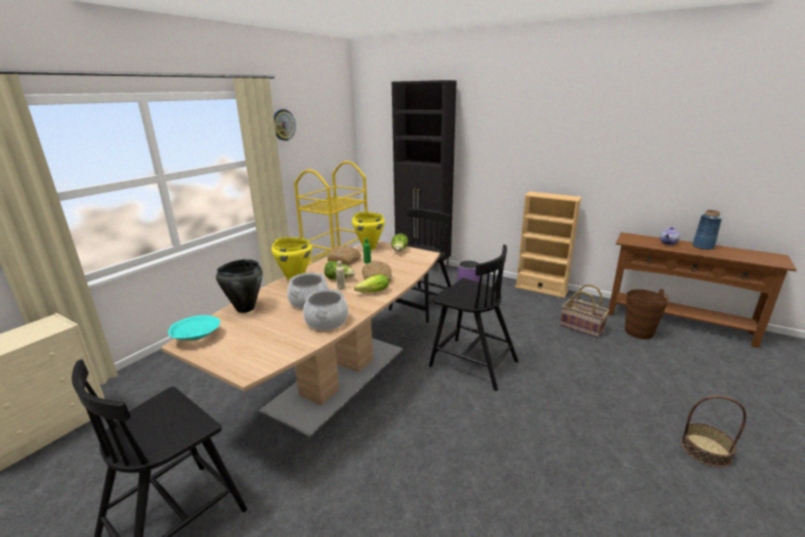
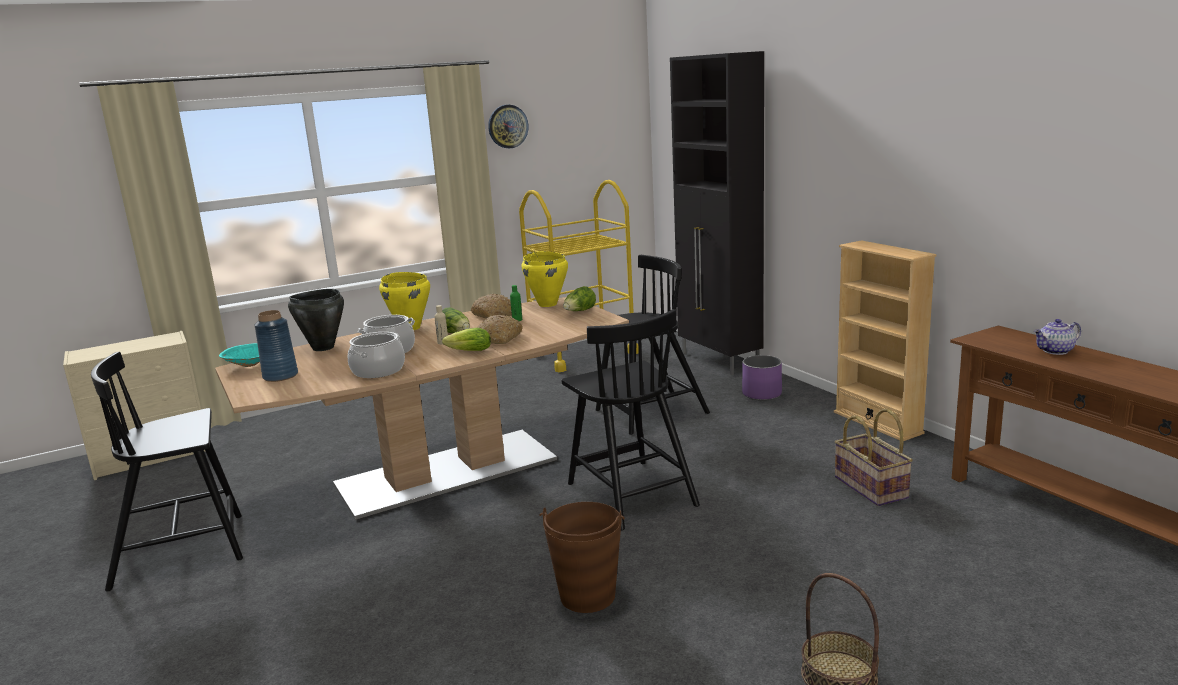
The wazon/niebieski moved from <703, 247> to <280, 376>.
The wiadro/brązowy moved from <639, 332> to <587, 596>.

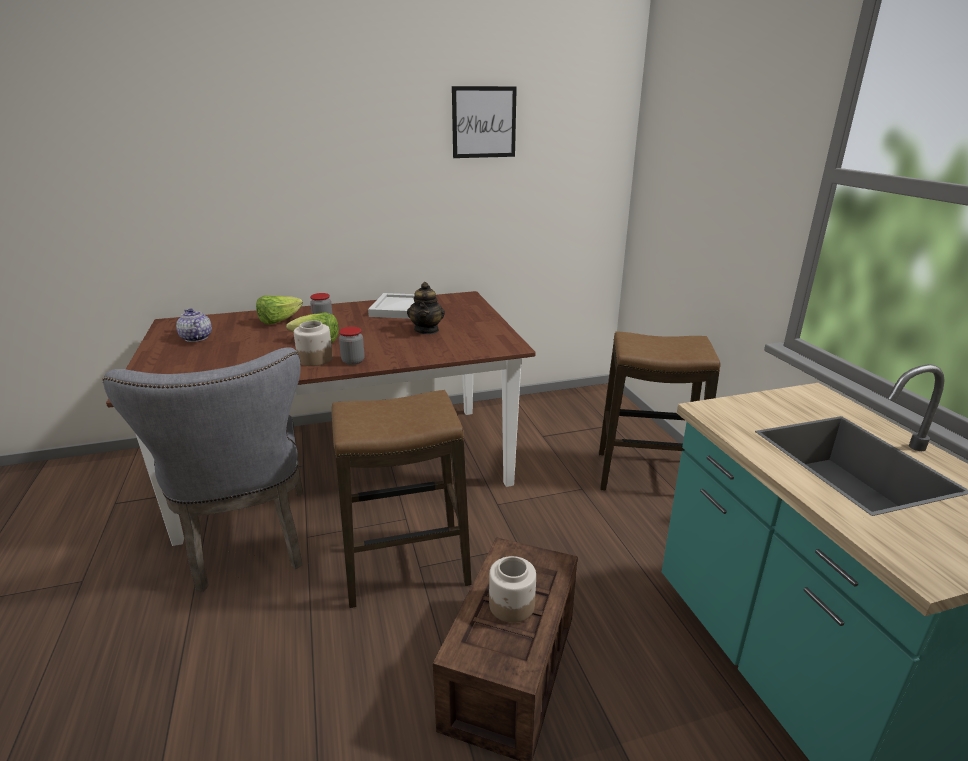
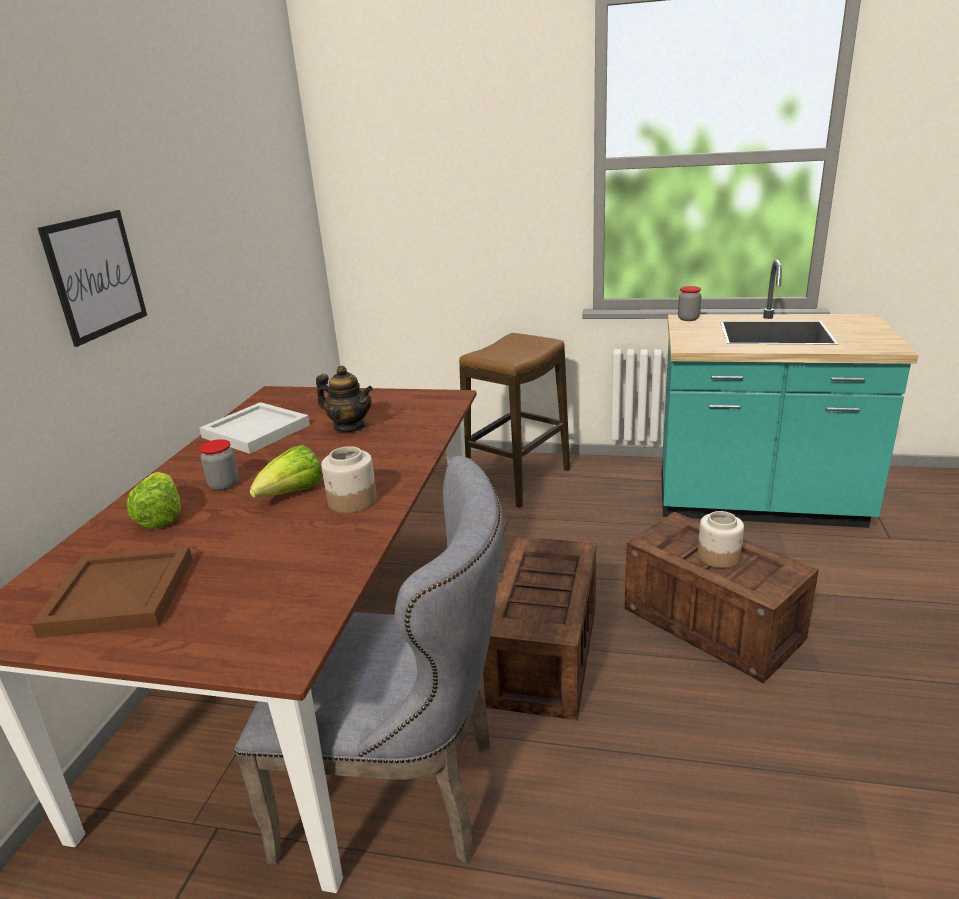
The imbryk at <196, 338> was replaced by the taca/brązowy at <121, 596>.
The obraz moved from <484, 122> to <96, 276>.
The stołek at <405, 567> was replaced by the skrzynka at <545, 656>.
The słoik moved from <353, 361> to <688, 319>.

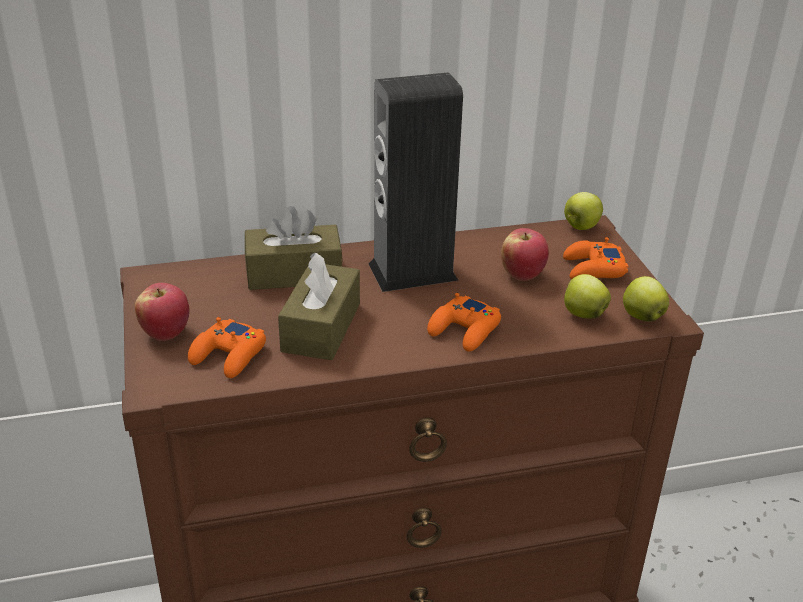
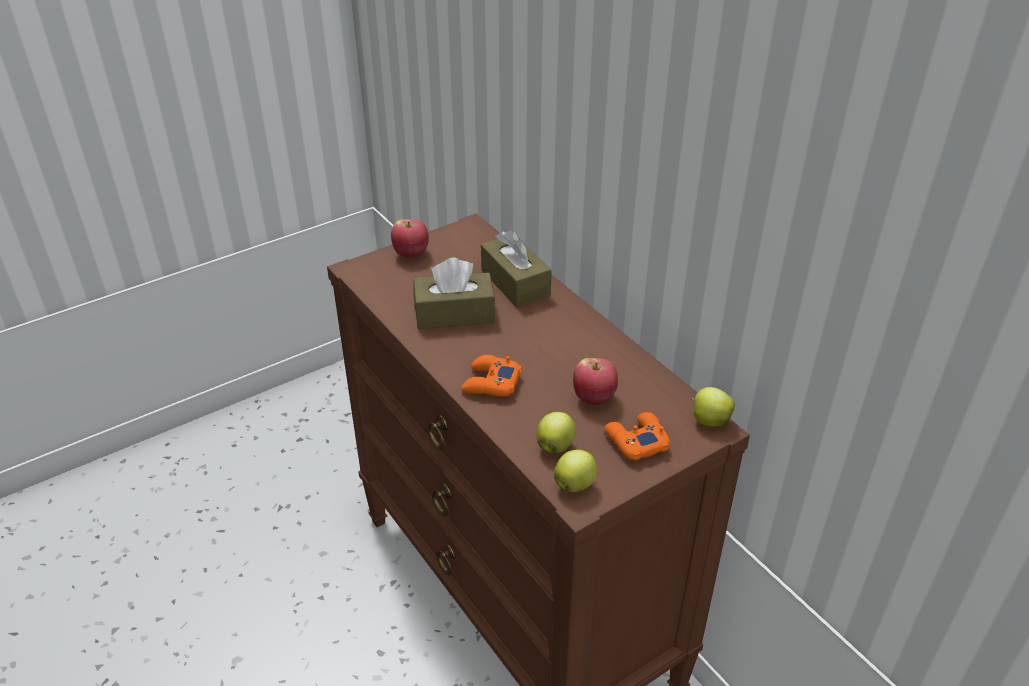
The pad do gier/pomarańczowy at <228, 356> disappeared.
The głośnik at <413, 272> disappeared.

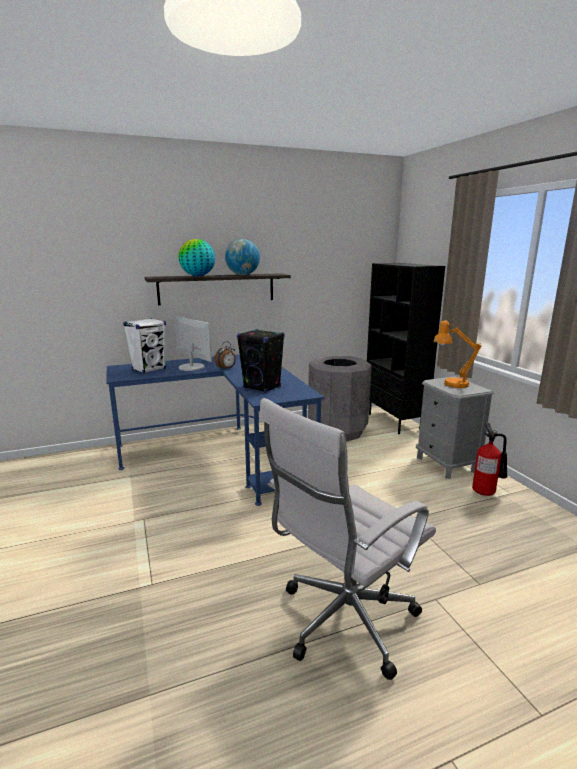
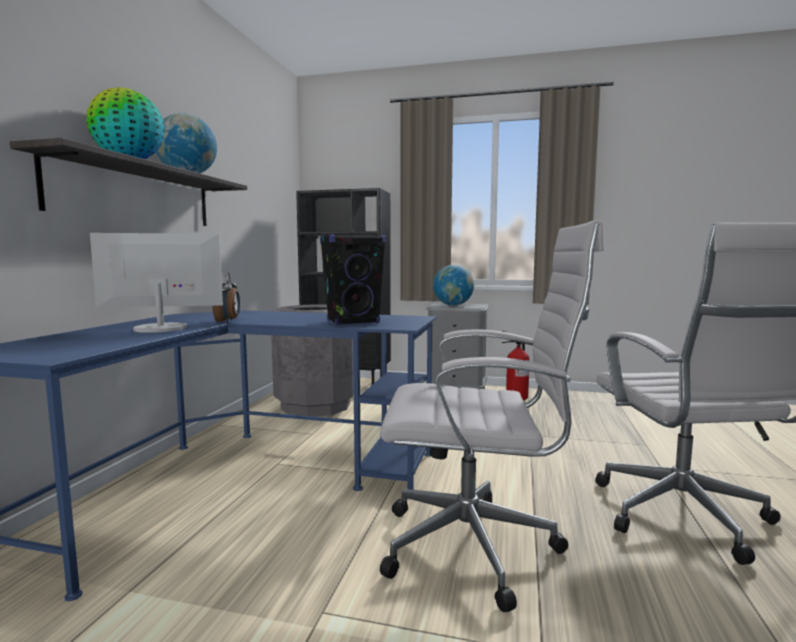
The krzesło biurowe/biały at <478, 547> appeared.
The lampa stołowa/pomarańczowy at <450, 384> was replaced by the globus at <453, 305>.
The głośnik/biały at <149, 369> disappeared.

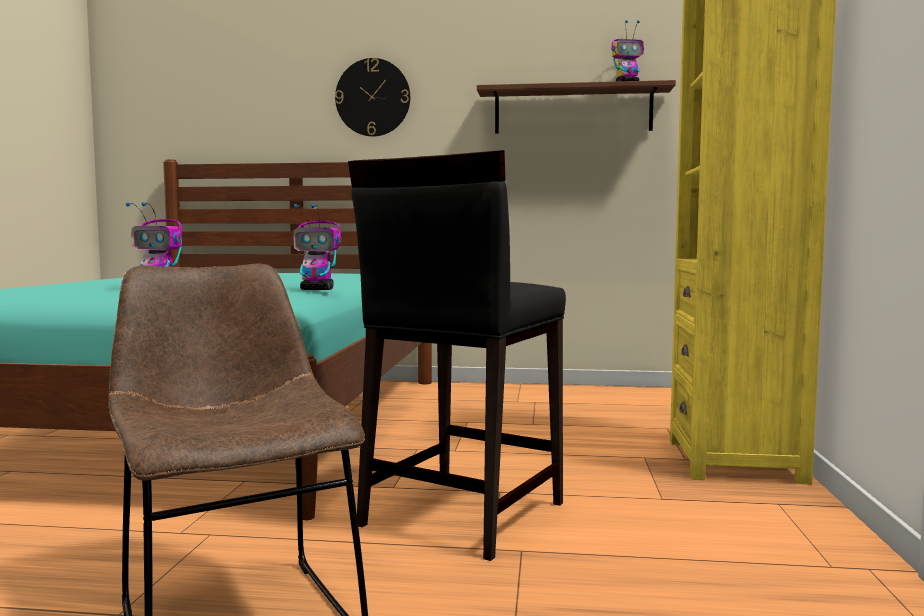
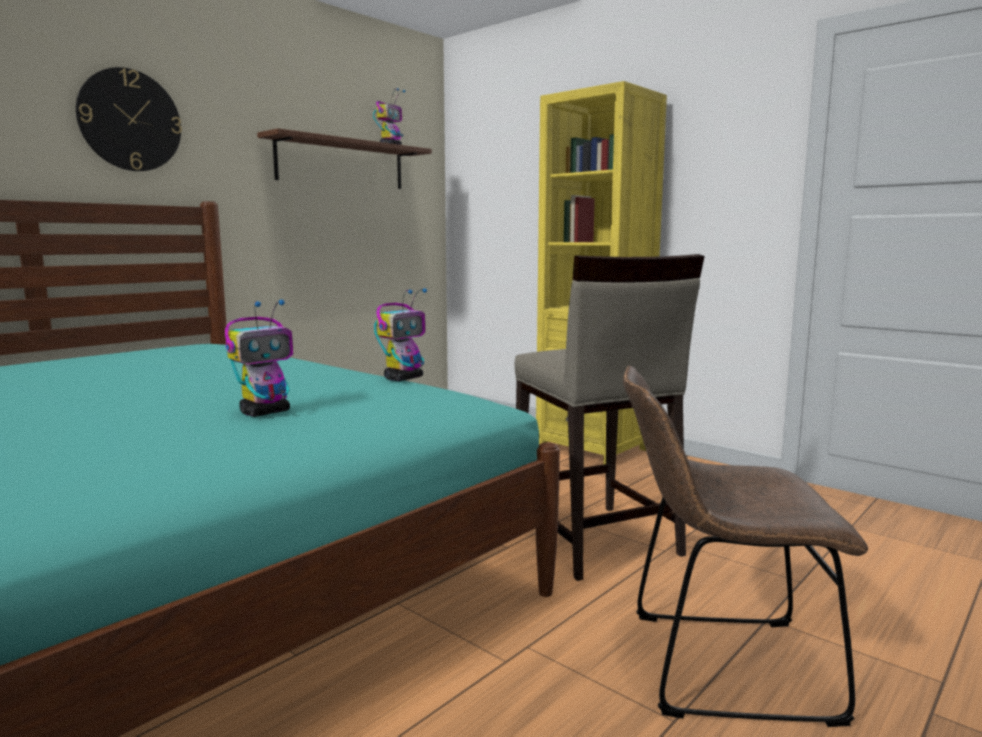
The stołek/czarny at <460, 514> became the stołek/beżowy at <595, 541>.

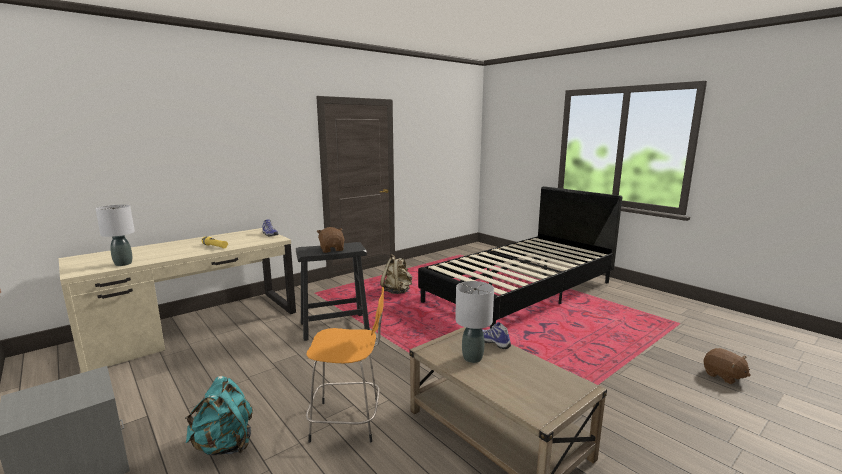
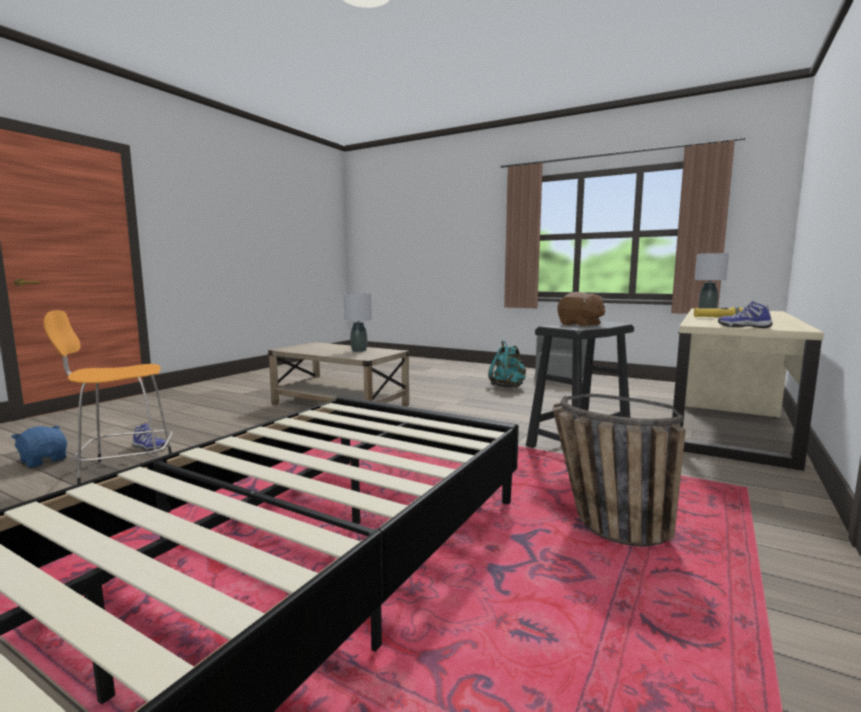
The pluszak/brązowy at <723, 376> became the pluszak/niebieski at <44, 460>.
The stołek/pomarańczowy moved from <348, 421> to <124, 469>.
The but moved from <492, 342> to <149, 448>.
The plecak/beżowy at <397, 291> was replaced by the koszyk at <601, 524>.

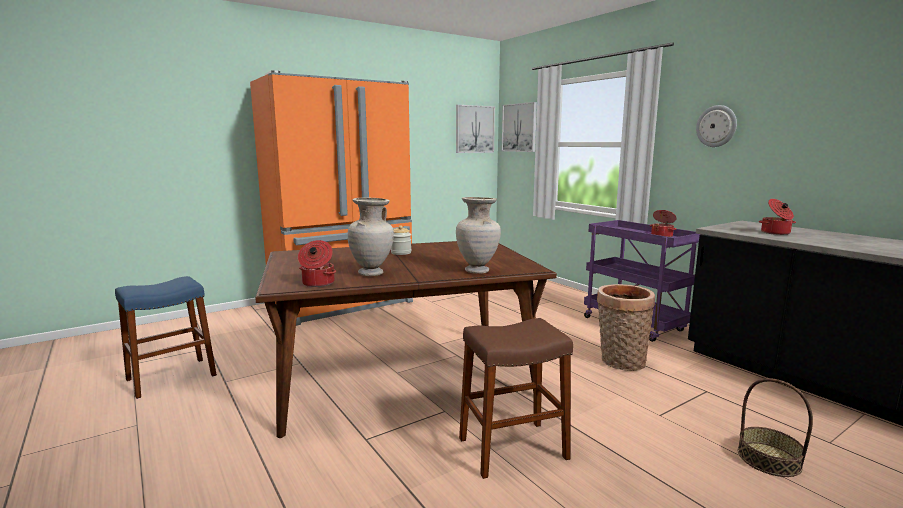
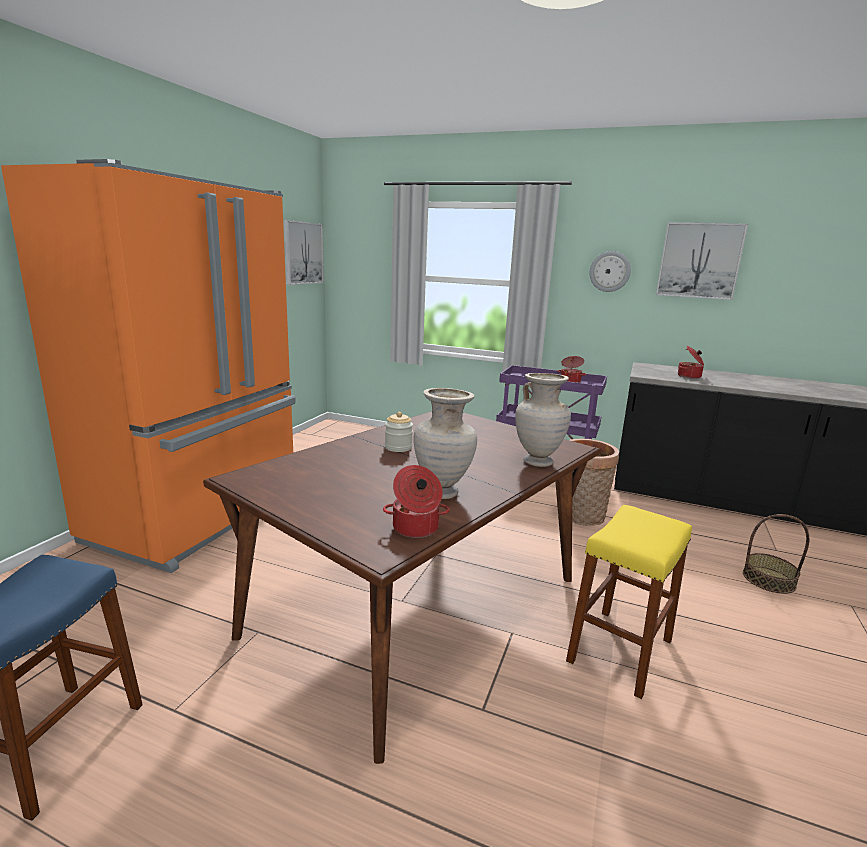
The stołek/brązowy at <512, 448> became the stołek/żółty at <620, 650>.
The obraz moved from <519, 127> to <699, 261>.

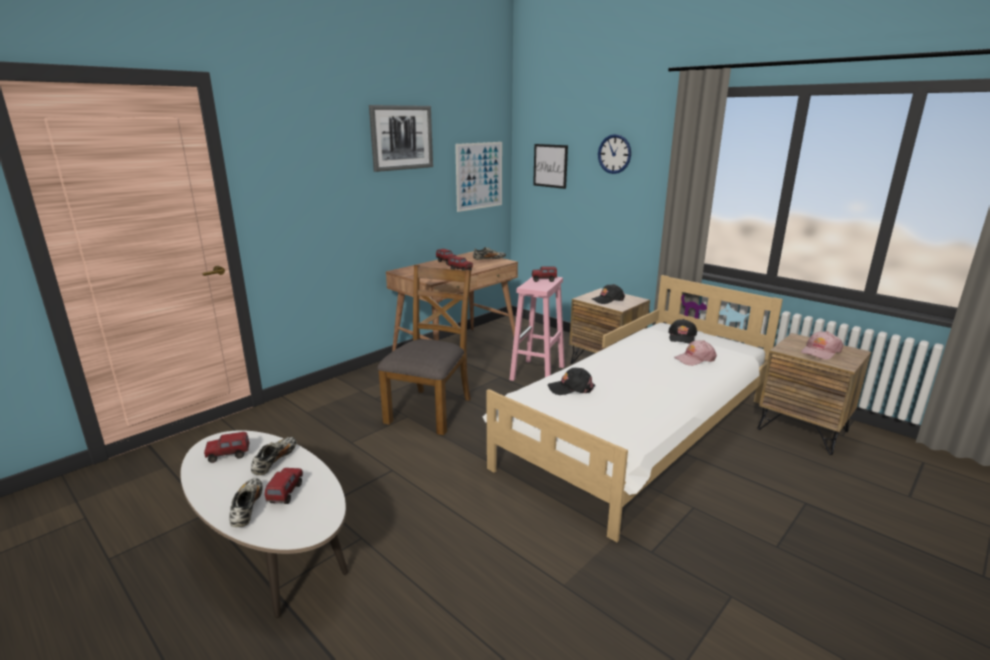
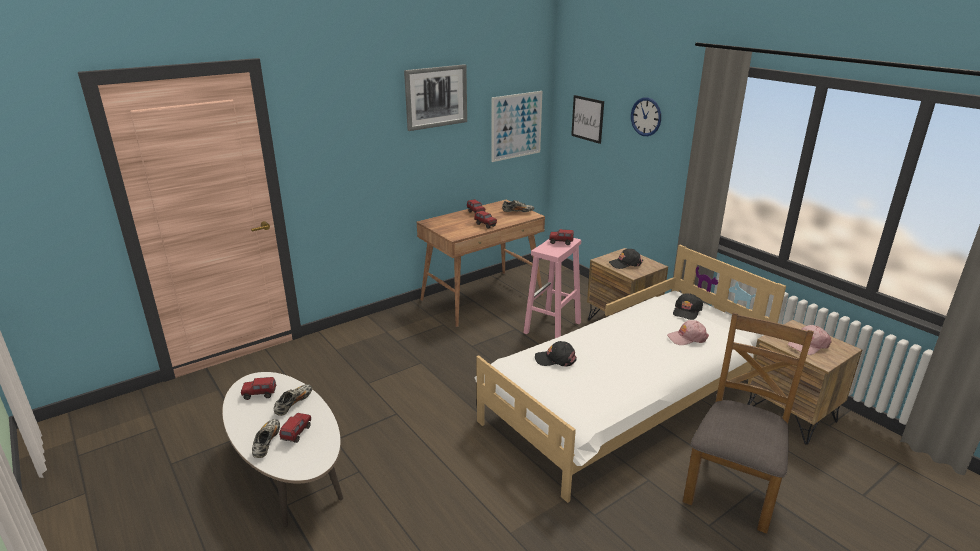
The krzesło/brązowy moved from <430, 410> to <732, 485>.

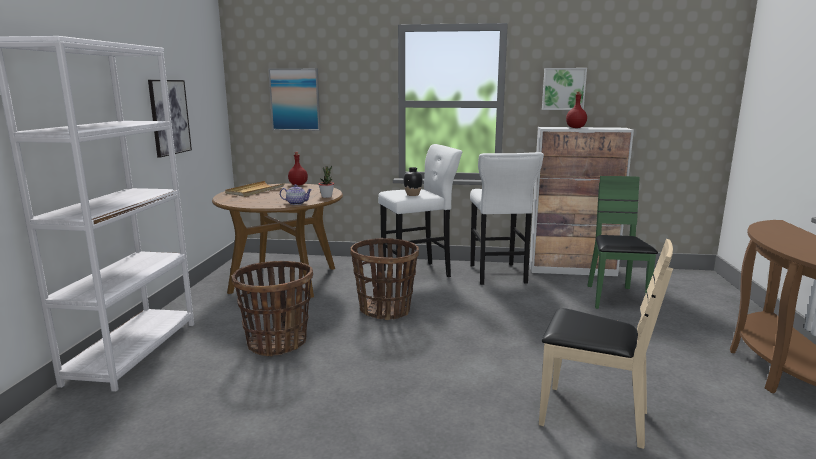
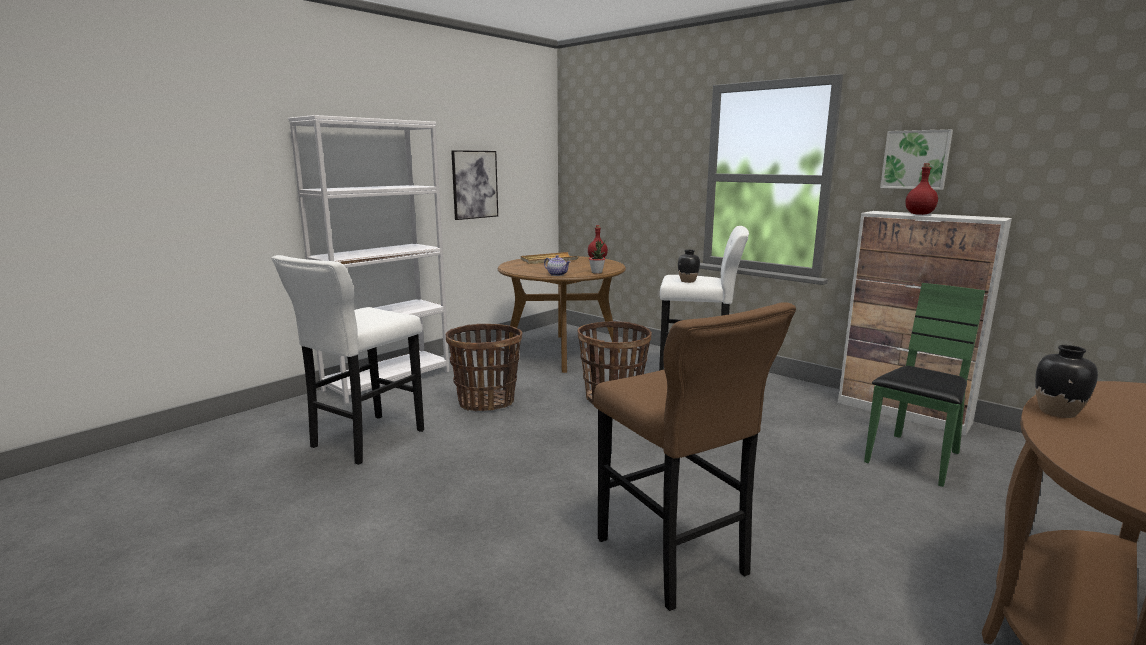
The stołek/biały moved from <498, 275> to <364, 441>.
The krzesło/beżowy at <592, 416> was replaced by the stołek/brązowy at <675, 561>.
The wazon/czarny at <1057, 412> appeared.
The obraz at <295, 99> disappeared.

